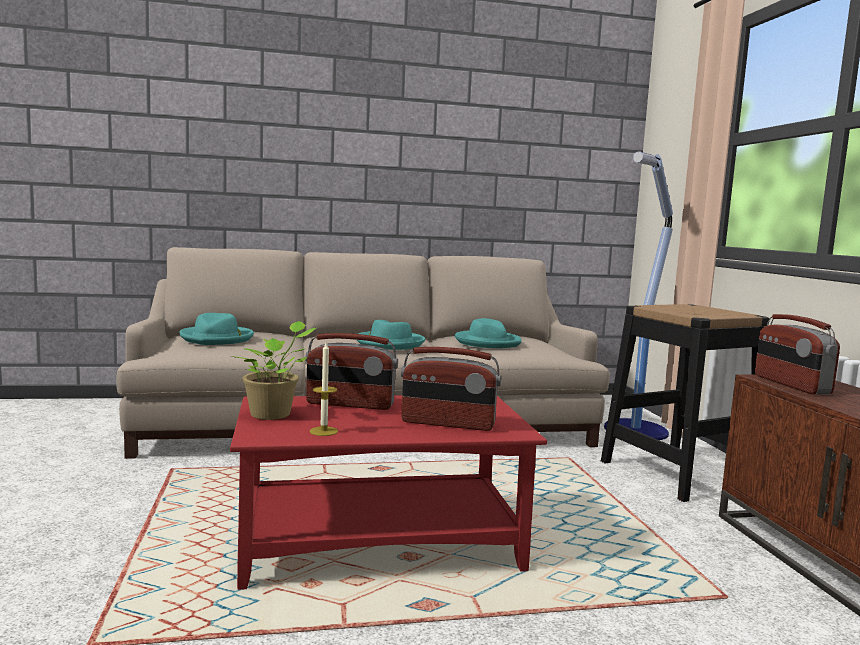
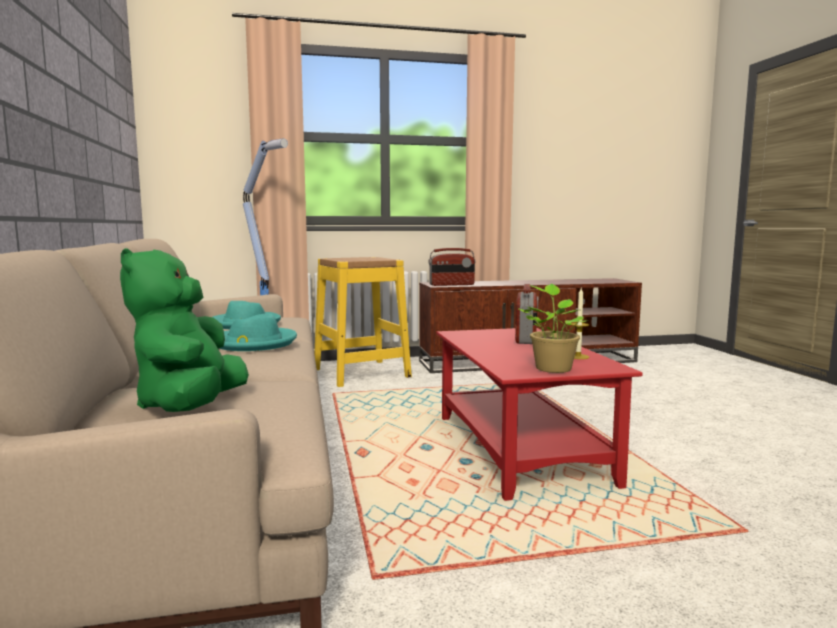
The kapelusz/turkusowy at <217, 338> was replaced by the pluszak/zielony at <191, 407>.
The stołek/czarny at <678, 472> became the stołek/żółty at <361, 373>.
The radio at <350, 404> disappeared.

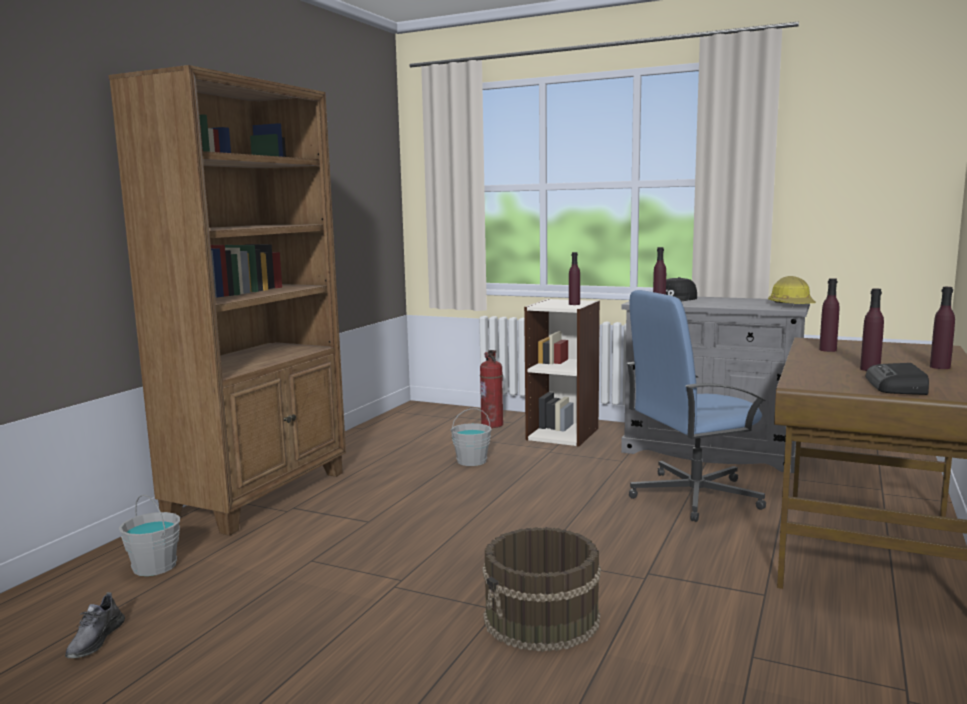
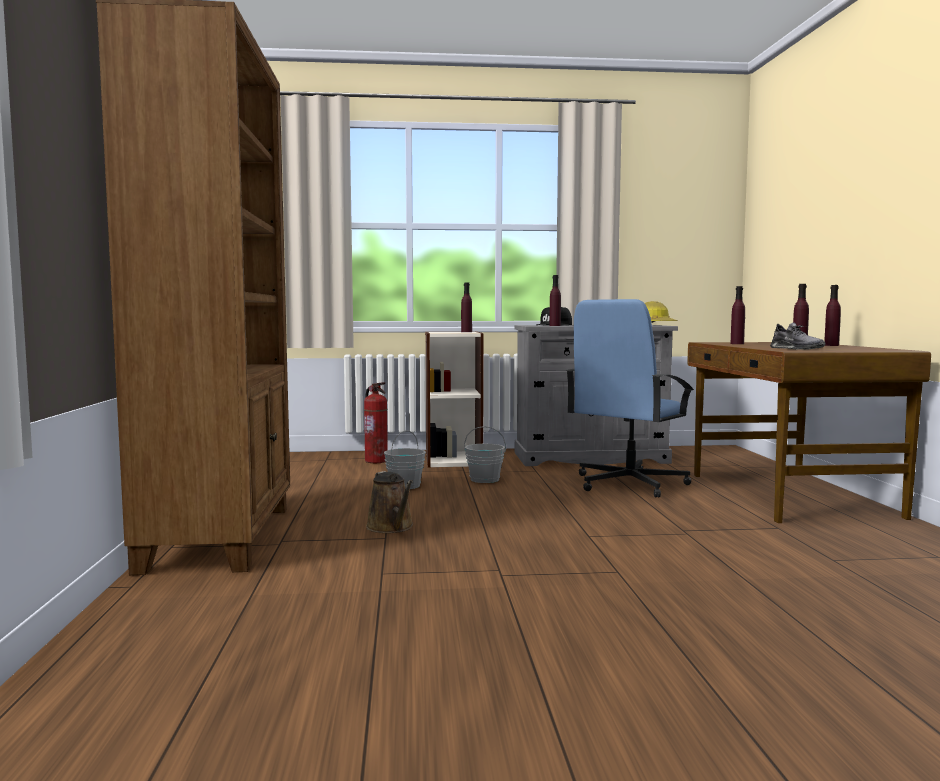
The konewka/brązowy at <391, 527> appeared.
The wiadro/szary moved from <155, 566> to <485, 479>.
The but/szary moved from <95, 640> to <796, 349>.
The wiadro/brązowy at <542, 619> disappeared.
The radio at <897, 386> disappeared.

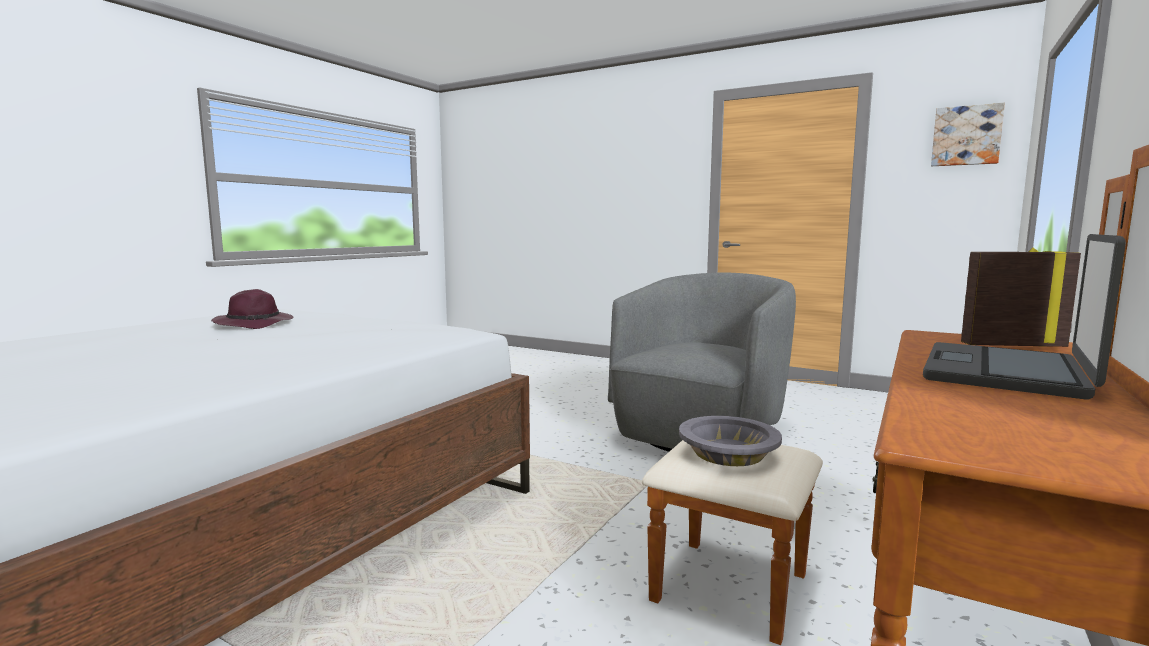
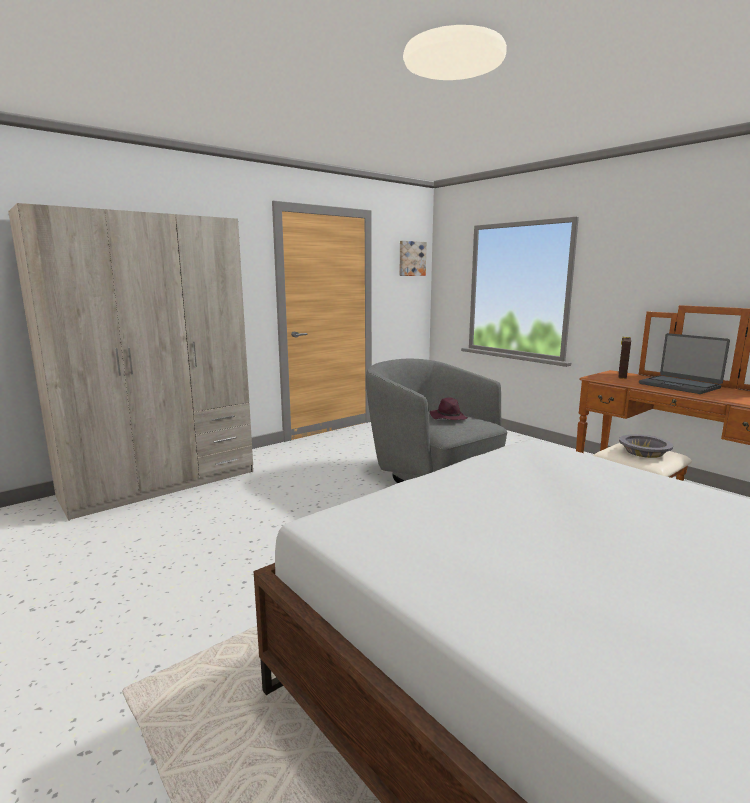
The szafa/beżowy at <161, 483> appeared.
The kapelusz/fioletowy moved from <255, 324> to <448, 417>.

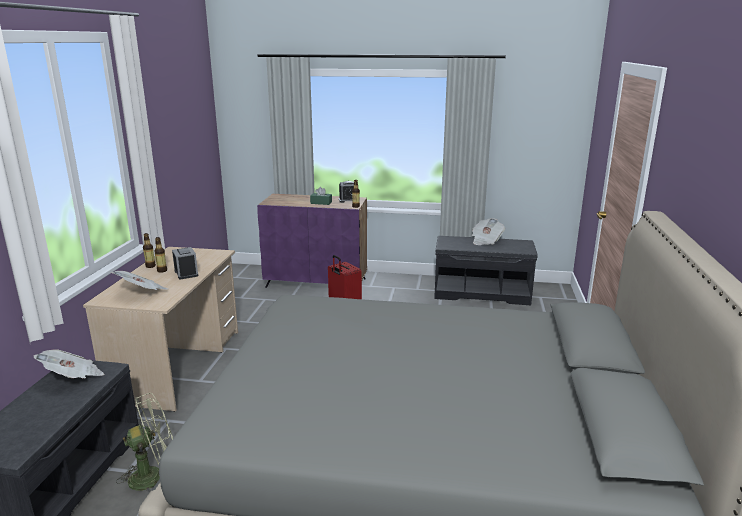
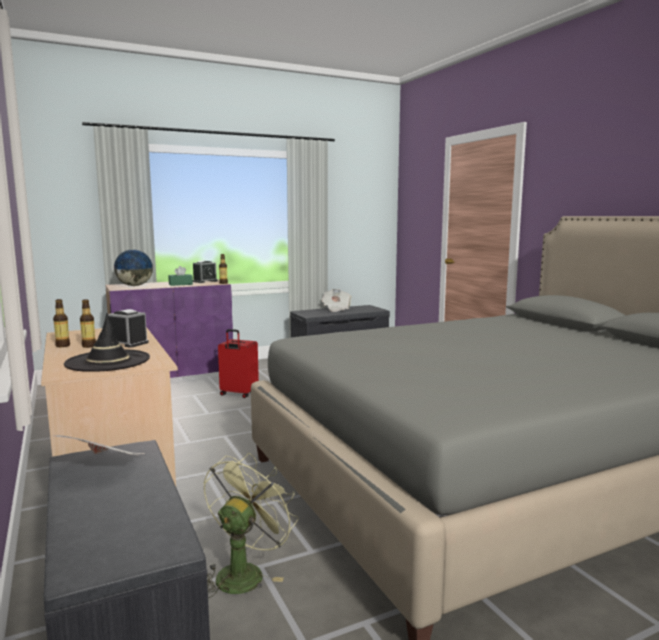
The gazeta at <142, 292> was replaced by the kapelusz/czarny at <108, 361>.
The globus at <134, 286> appeared.

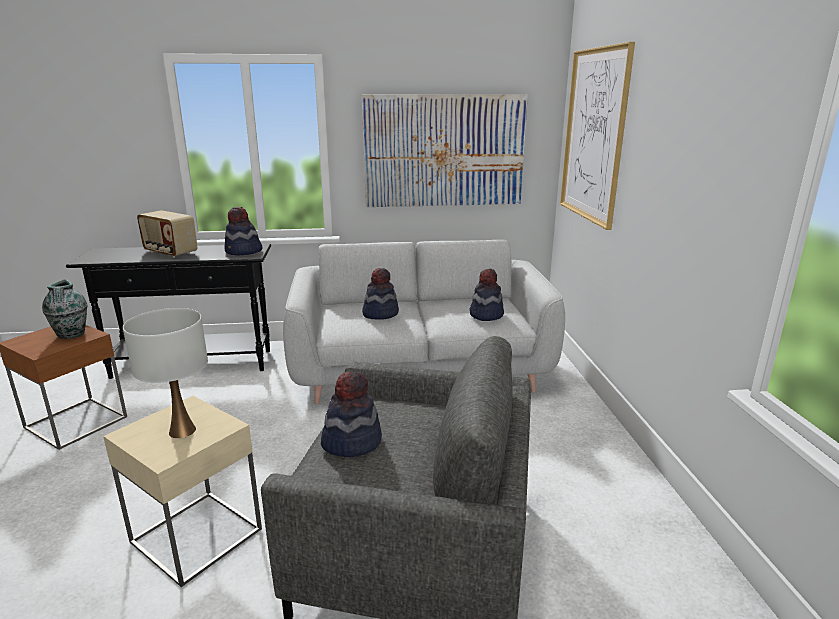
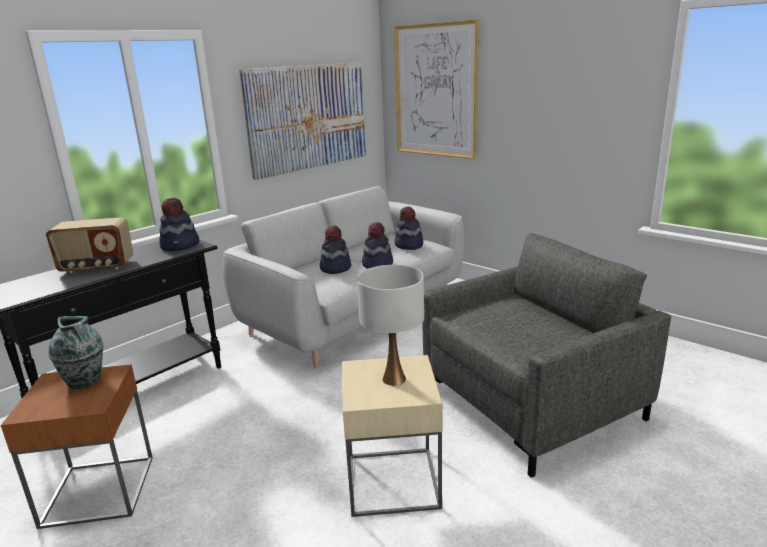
The kapelusz moved from <351, 441> to <377, 264>.

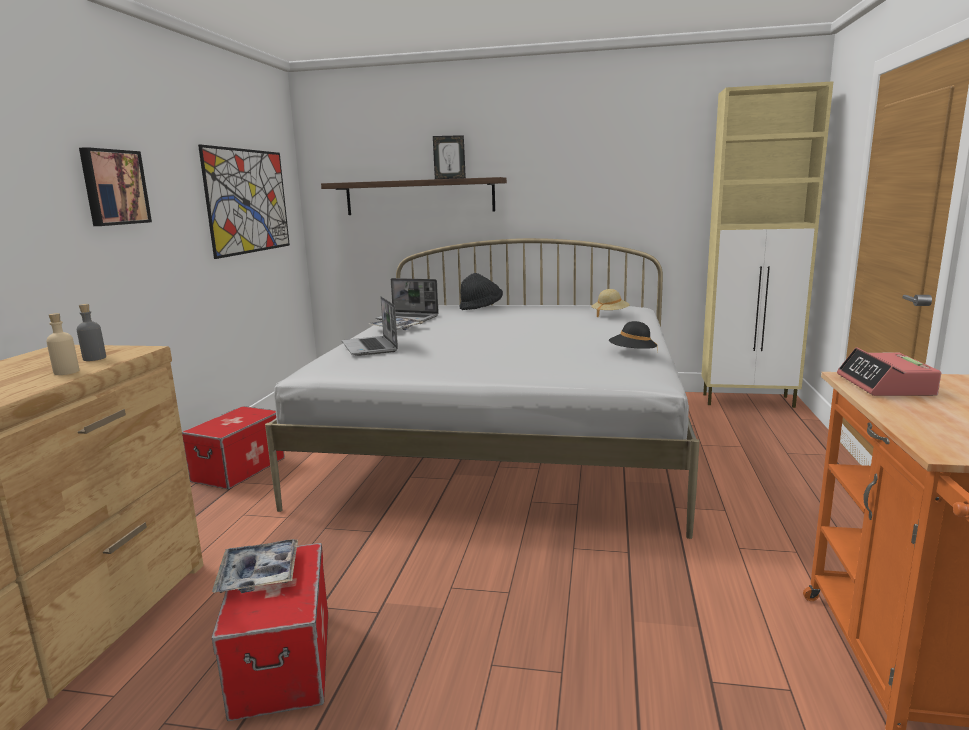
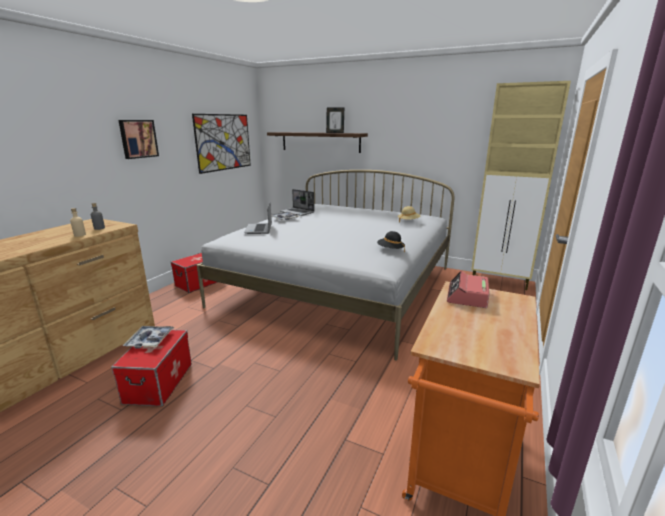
The kapelusz/czarny at <481, 308> disappeared.

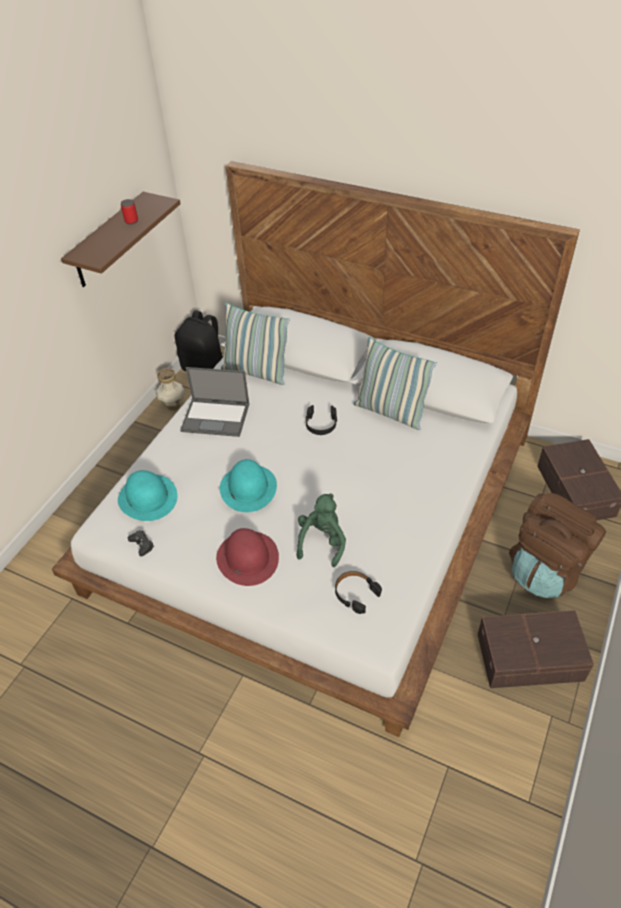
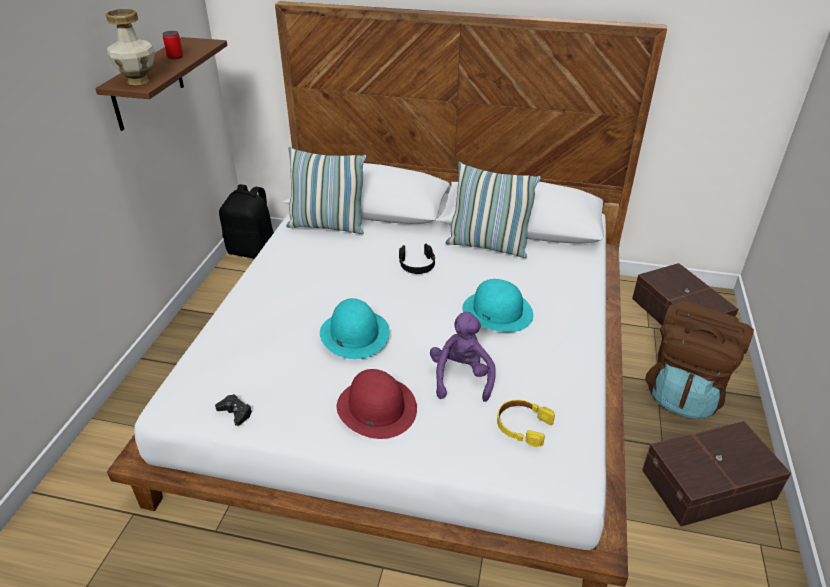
The wazon moved from <173, 406> to <138, 81>.
The pluszak/zielony at <322, 542> became the pluszak/fioletowy at <461, 377>.
The kapelusz/turkusowy moved from <148, 497> to <497, 311>.
The słuchawki/czarny at <355, 593> became the słuchawki/żółty at <522, 426>.
The laptop at <216, 417> disappeared.

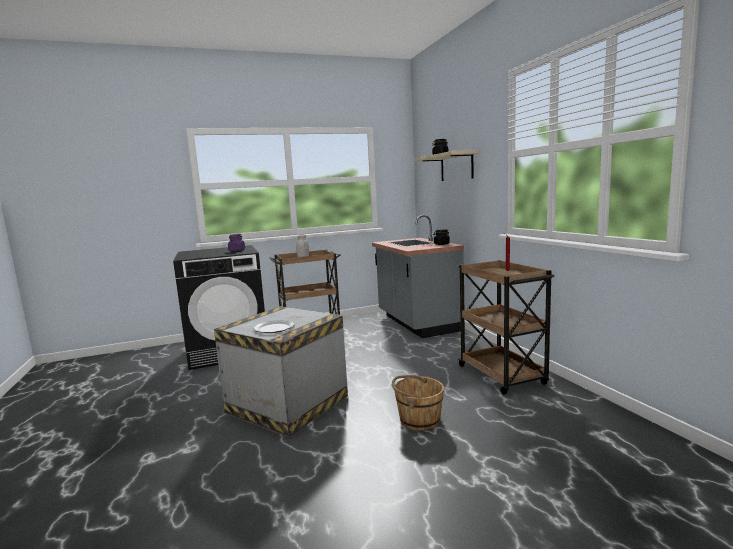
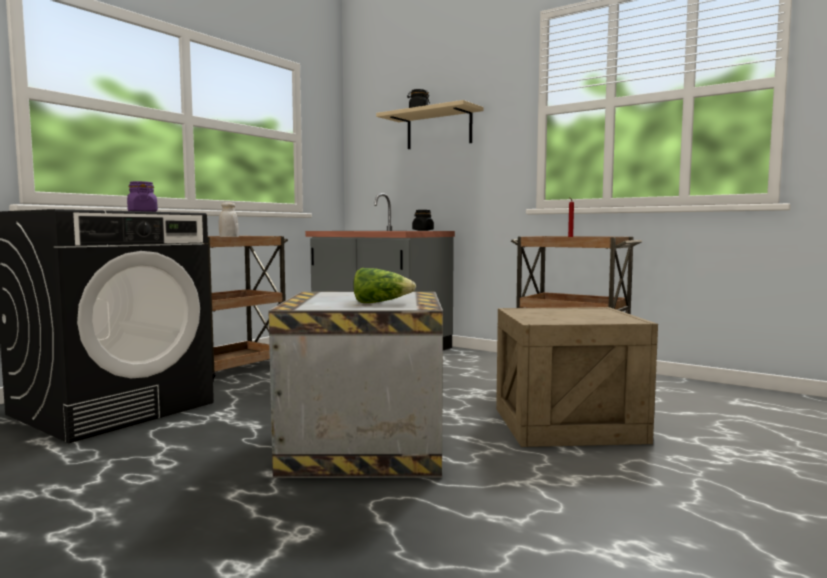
The talerz at <274, 328> was replaced by the sałata at <381, 303>.
The wiadro/brązowy at <419, 419> was replaced by the skrzynka at <566, 425>.

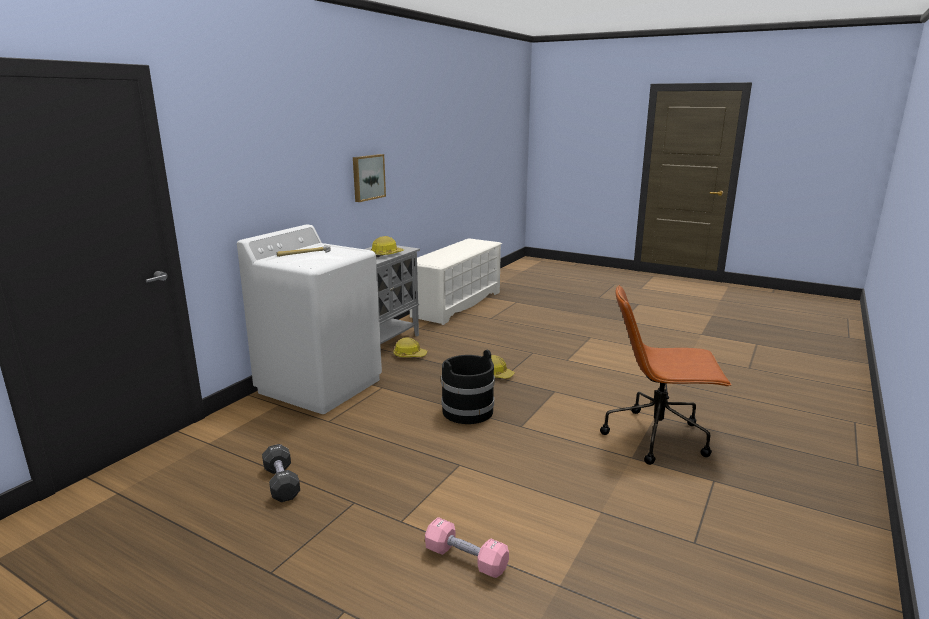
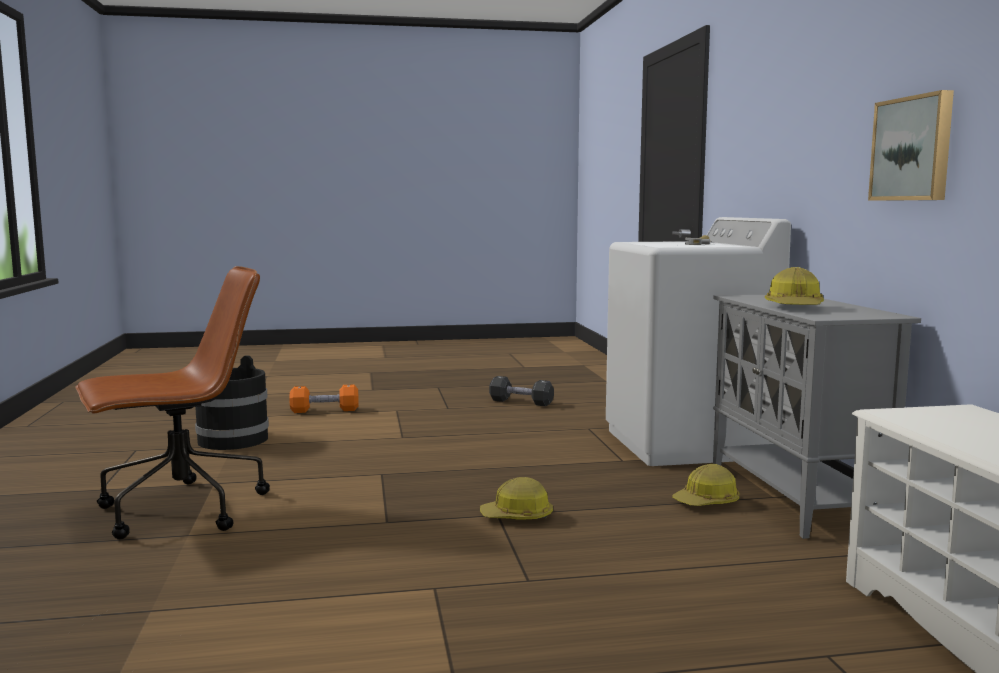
The wiadro/czarny moved from <467, 411> to <233, 439>.
The hantel/różowy at <466, 559> became the hantel/pomarańczowy at <324, 410>.

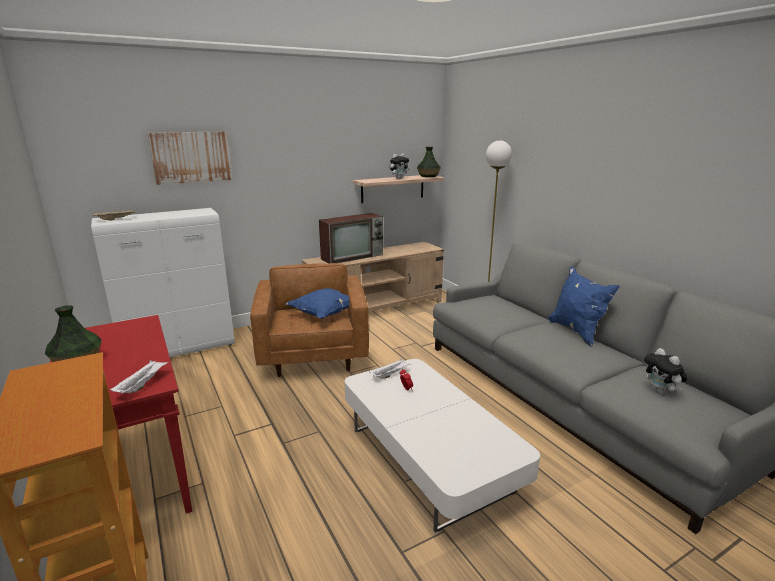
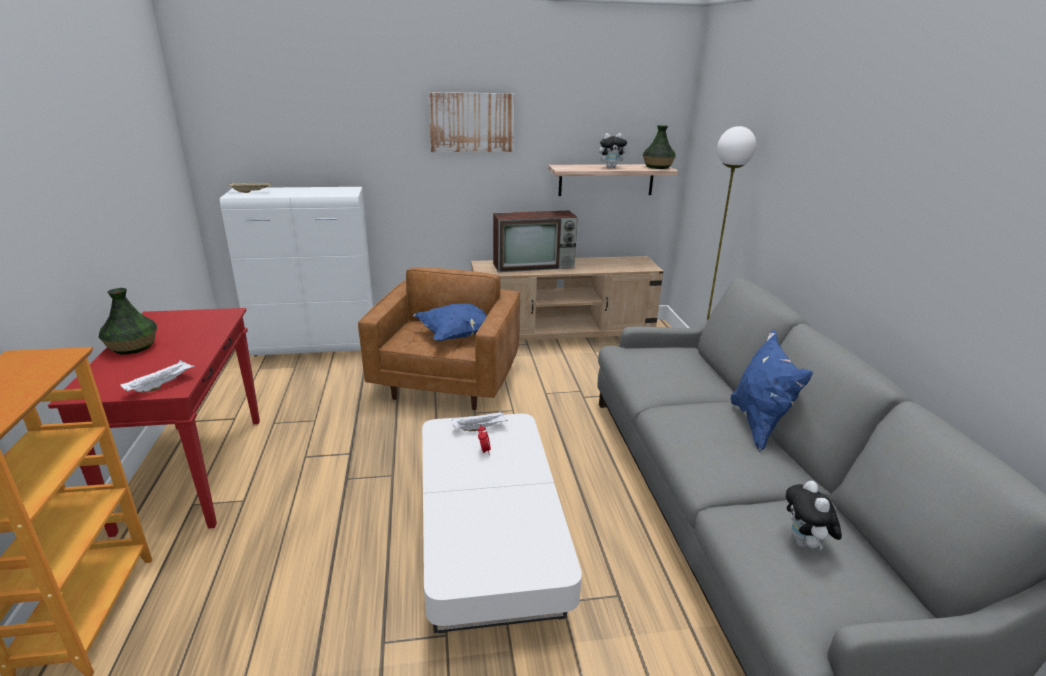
The obraz moved from <191, 157> to <471, 122>.

